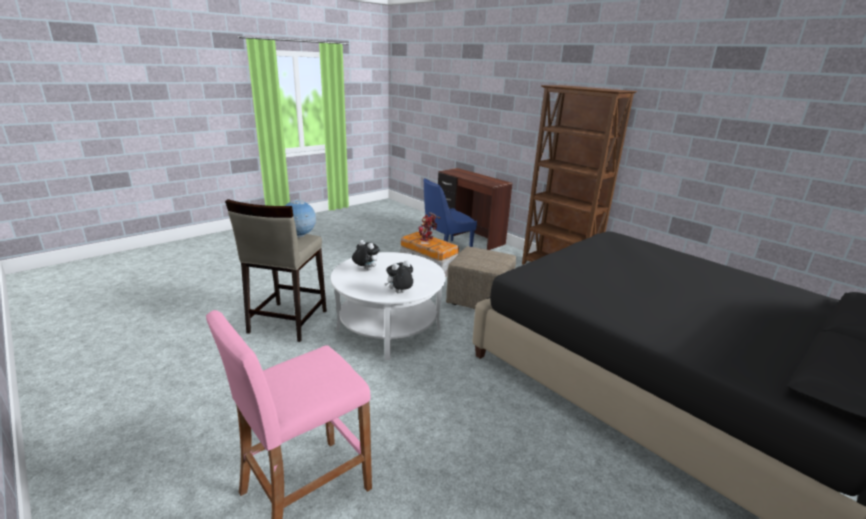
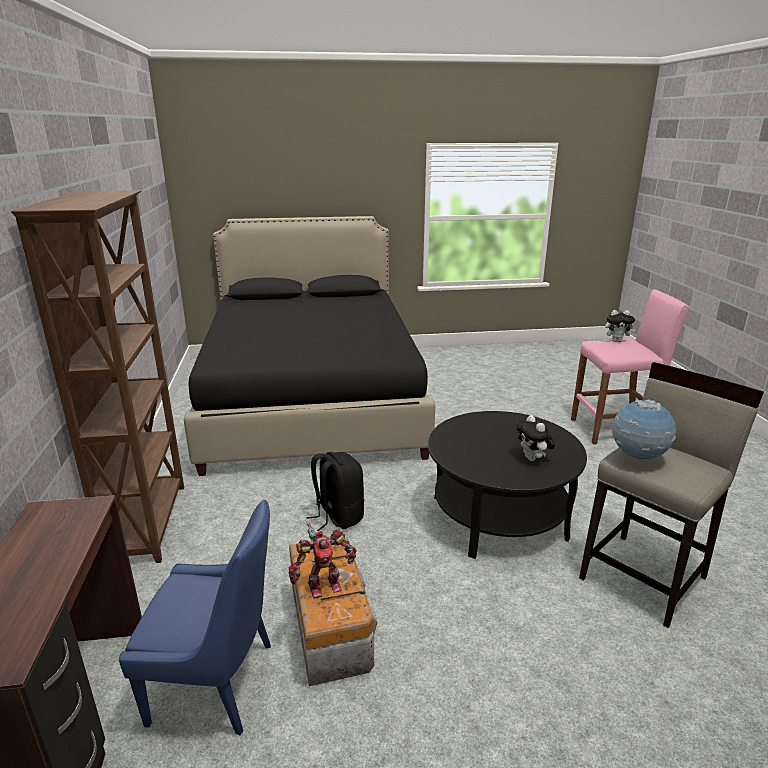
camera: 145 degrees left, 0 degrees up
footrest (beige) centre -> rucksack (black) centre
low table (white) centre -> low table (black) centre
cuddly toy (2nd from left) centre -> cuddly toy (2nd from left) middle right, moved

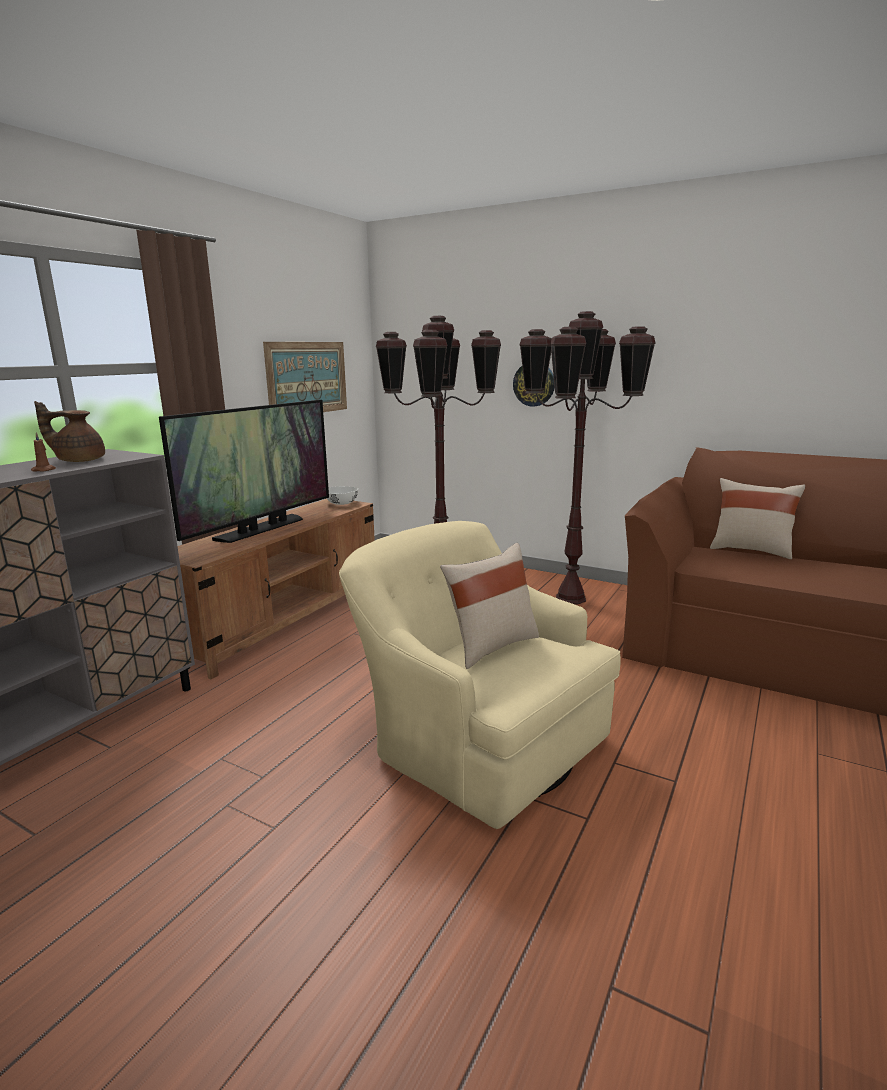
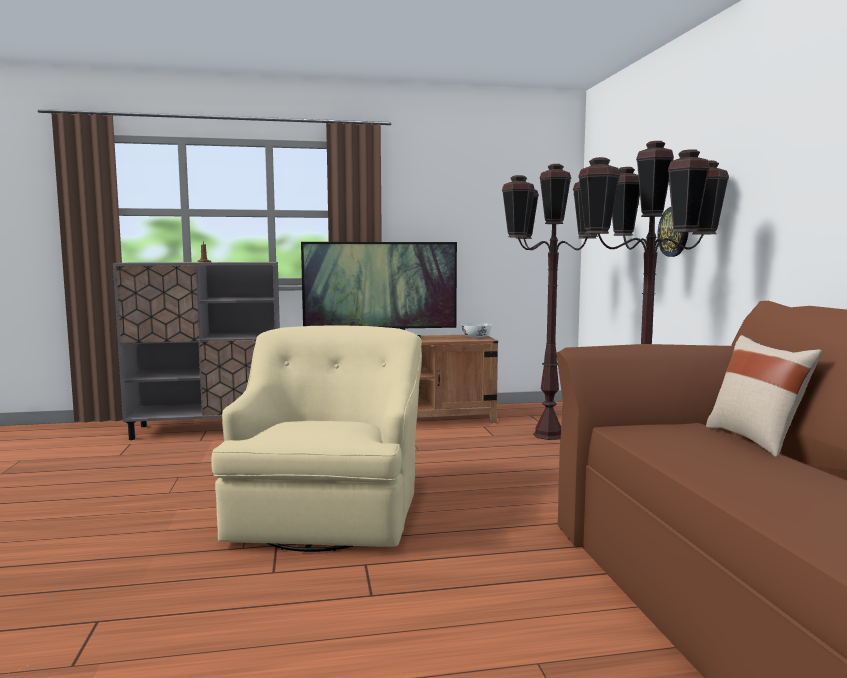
camera: 50 degrees right, 10 degrees down
wall art centre -> none
teapot (brown) middle left -> none
cushion (beige) (1st from left) centre -> none

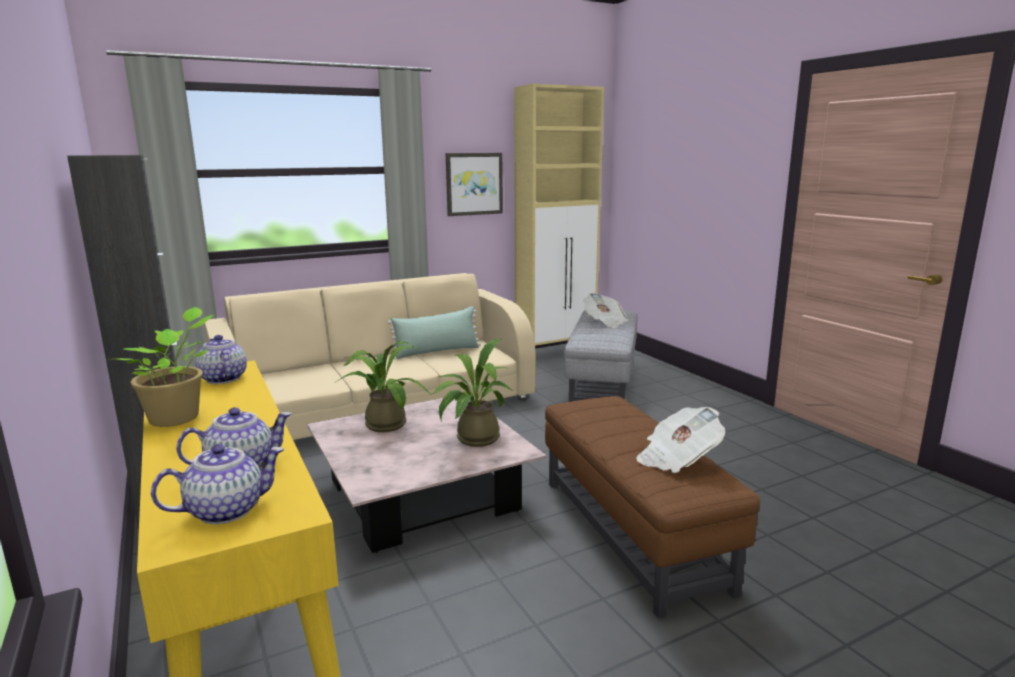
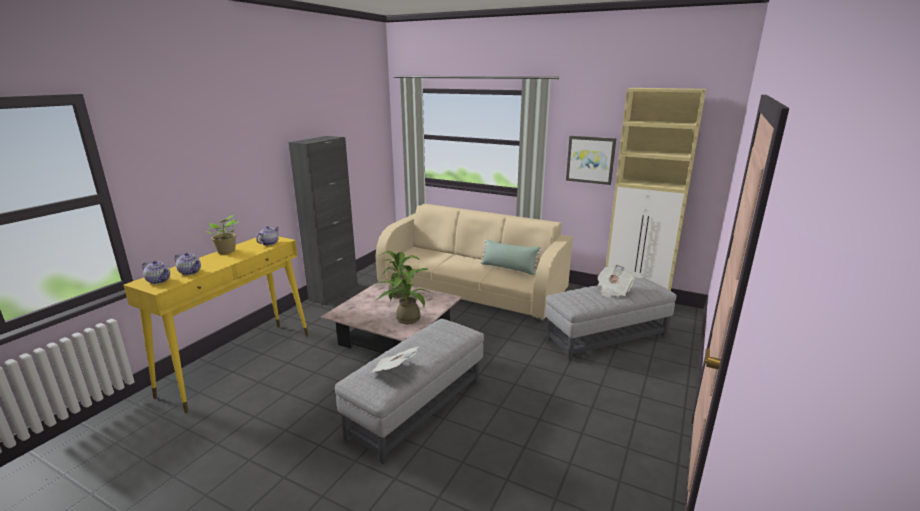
camera: 55 degrees right, 5 degrees up
footrest (brown) bottom centre -> footrest (greyish) (1st from left) bottom centre

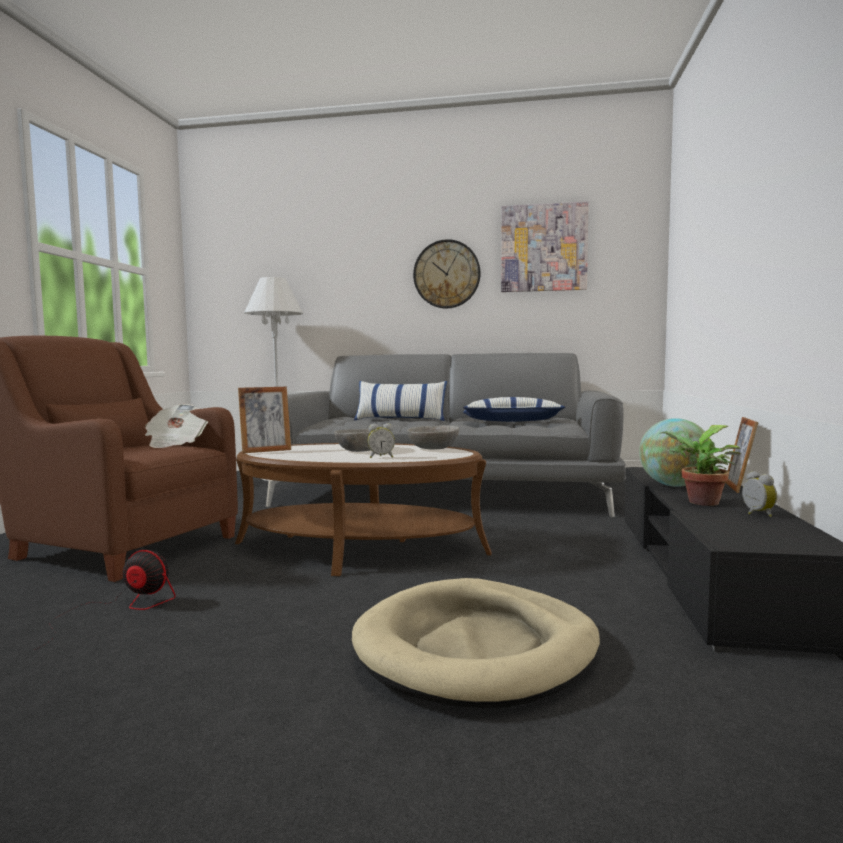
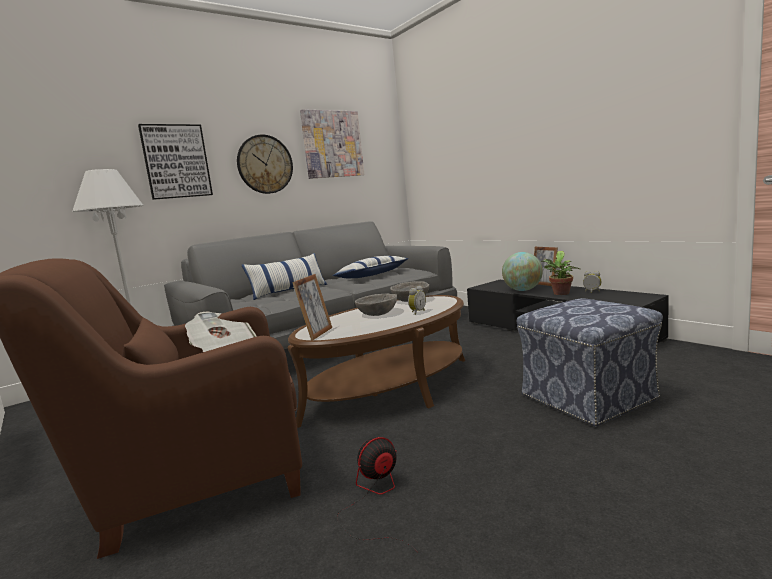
camera: 45 degrees left, 5 degrees up
pet bed (beige) bottom centre -> footrest middle right
none -> wall art (1st from left) top left

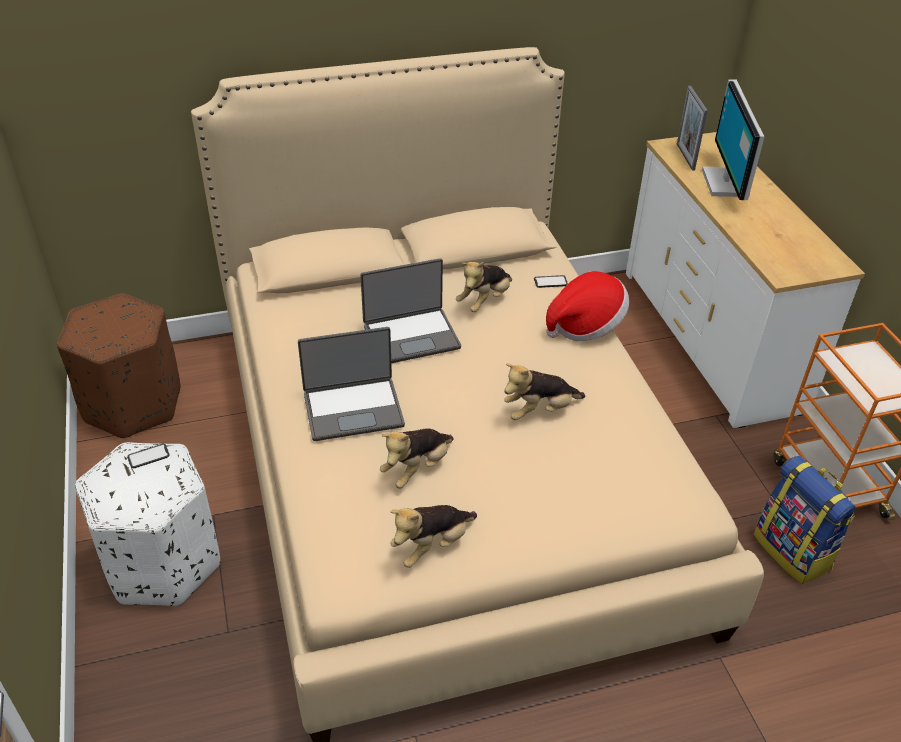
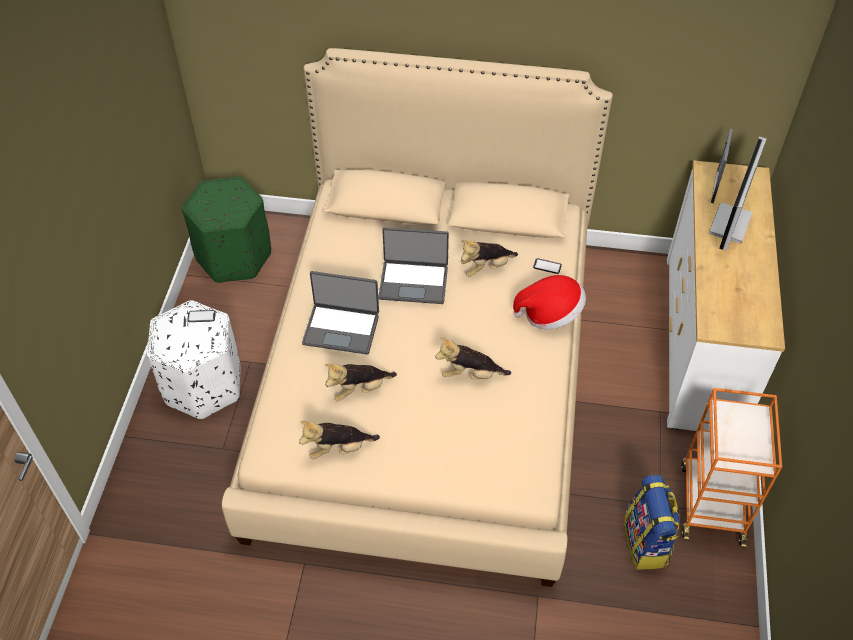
camera: 25 degrees right, 10 degrees up
footrest (brown) middle left -> footrest (green-coloured) middle left

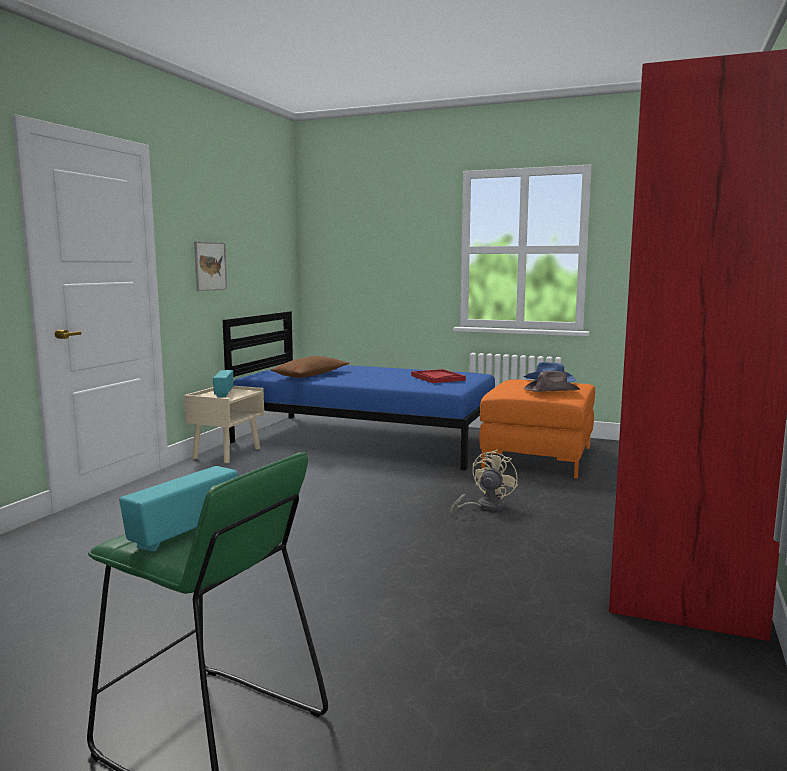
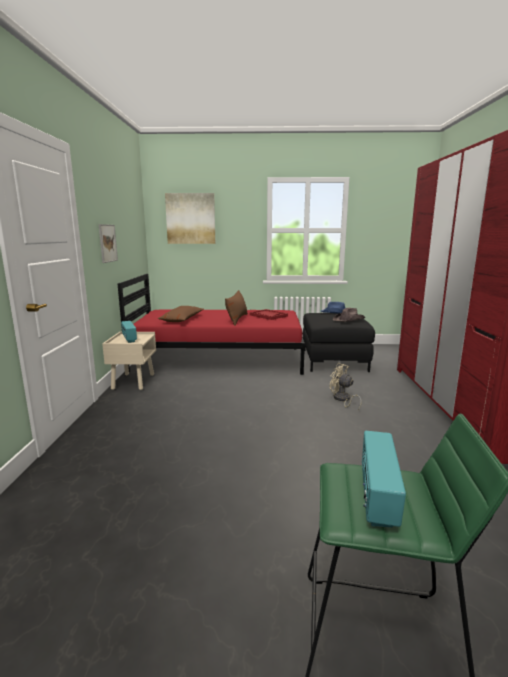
camera: 20 degrees left, 5 degrees up
sleeping bed (blue-coloured) centre -> sleeping bed (reddish) centre
footrest (orangey) middle right -> footrest (black) middle right
electric fan (beige) centre -> electric fan (beige) middle right, 60 degrees counterclockwise
none -> wall art (2nd from left) top centre
none -> cushion (brown) (2nd from left) centre

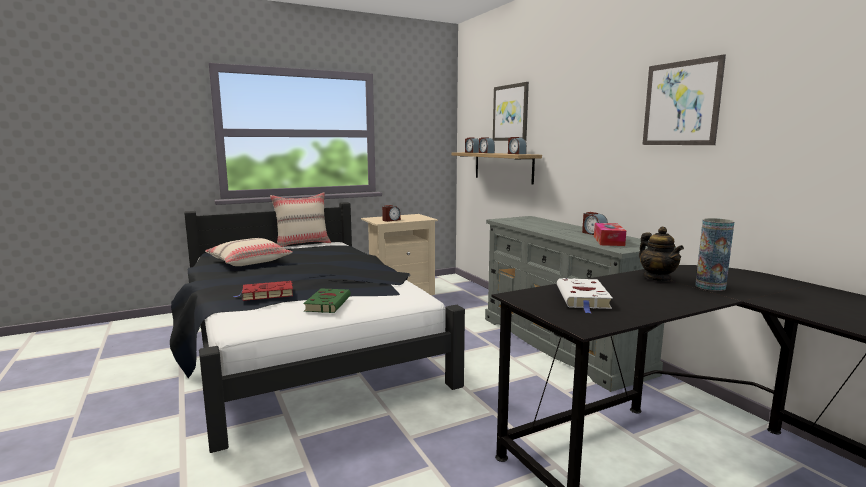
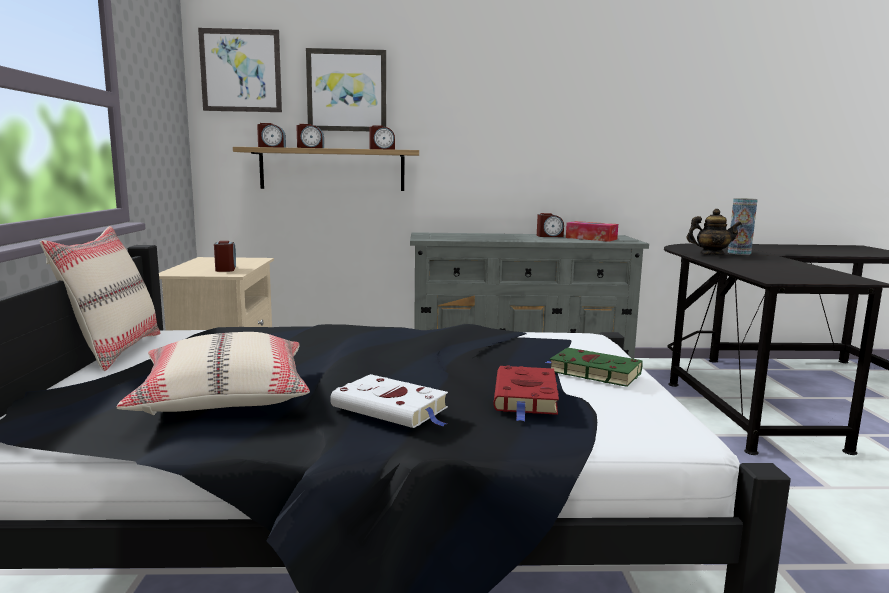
camera: 65 degrees left, 0 degrees up
wall art (2nd from left in the first image) top right -> wall art (1st from left) top left, moved
bound book (white) middle right -> bound book (white) bottom centre, moved

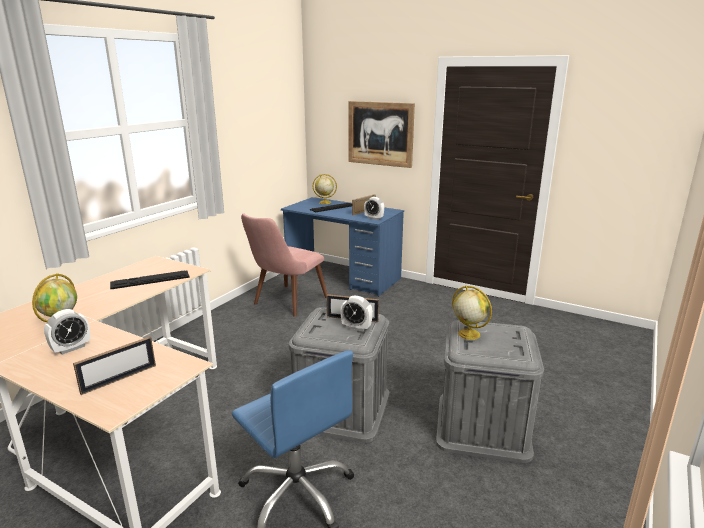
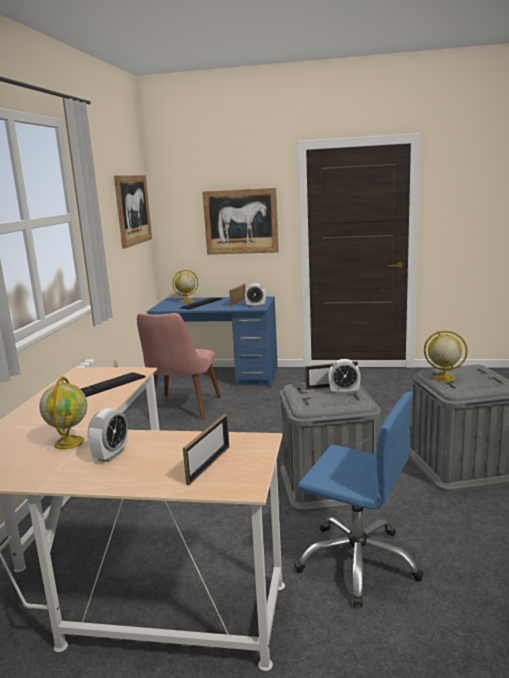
camera: 20 degrees left, 5 degrees down
none -> wall art (1st from left) top left

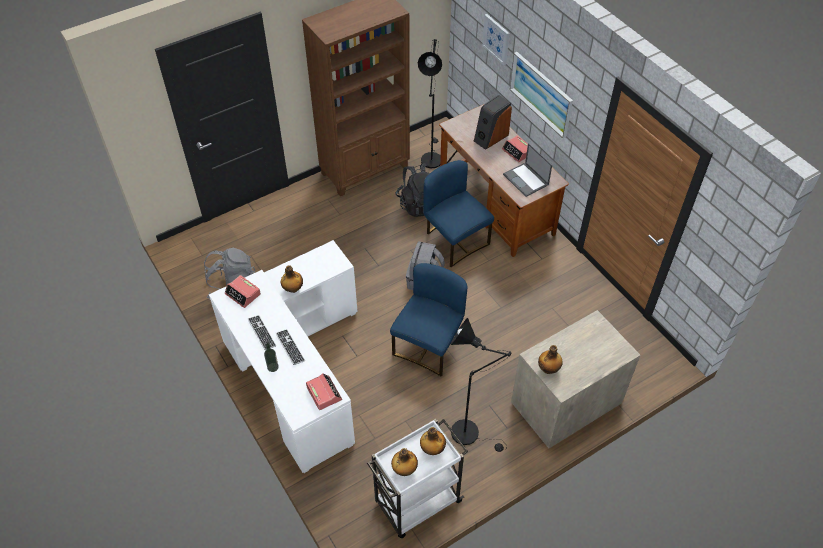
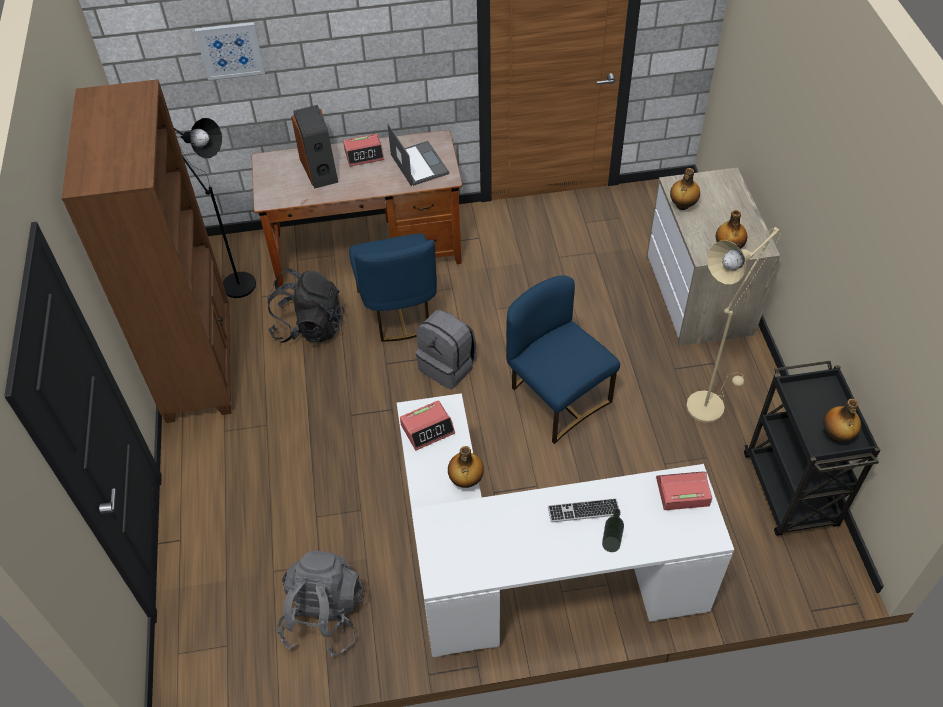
camera: 65 degrees left, 0 degrees up
wall art (2nd from left) top centre -> none
notebook computer top centre, 105 degrees counterclockwise
plain chair (blue-coloured) (2nd from left in the first image) centre -> plain chair (blue-coloured) (1st from left) centre, 90 degrees counterclockwise
bedside clock (1st from left in the first image) middle left -> bedside clock (2nd from left) centre, moved
keyboard (1st from left) middle left -> none
standard lamp (black) (2nd from left) bottom centre -> standard lamp (beige) middle right
trolley (white) bottom centre -> trolley (black) middle right
beverage bottle (4th from left in the first image) bottom centre -> beverage bottle (3rd from left) top right, moved

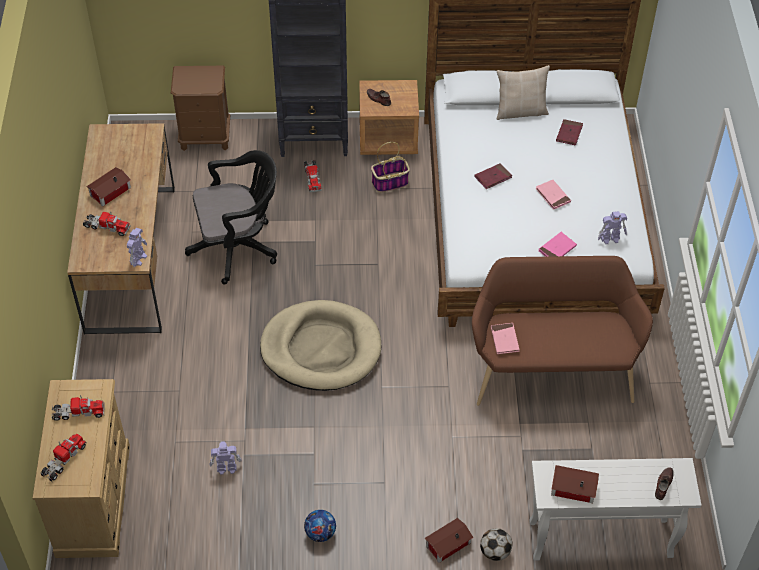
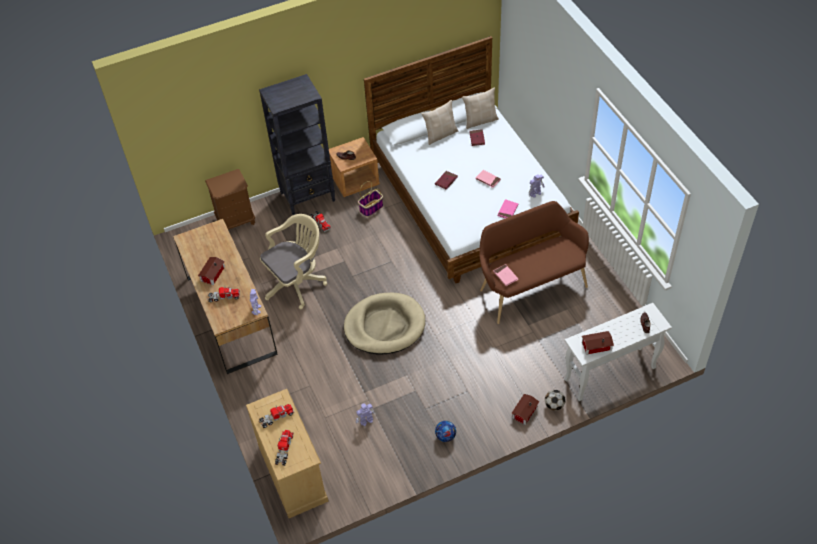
camera: 20 degrees left, 0 degrees up
desk chair (black) middle left -> desk chair (beige) centre
none -> cushion (beige) (2nd from left) top centre

